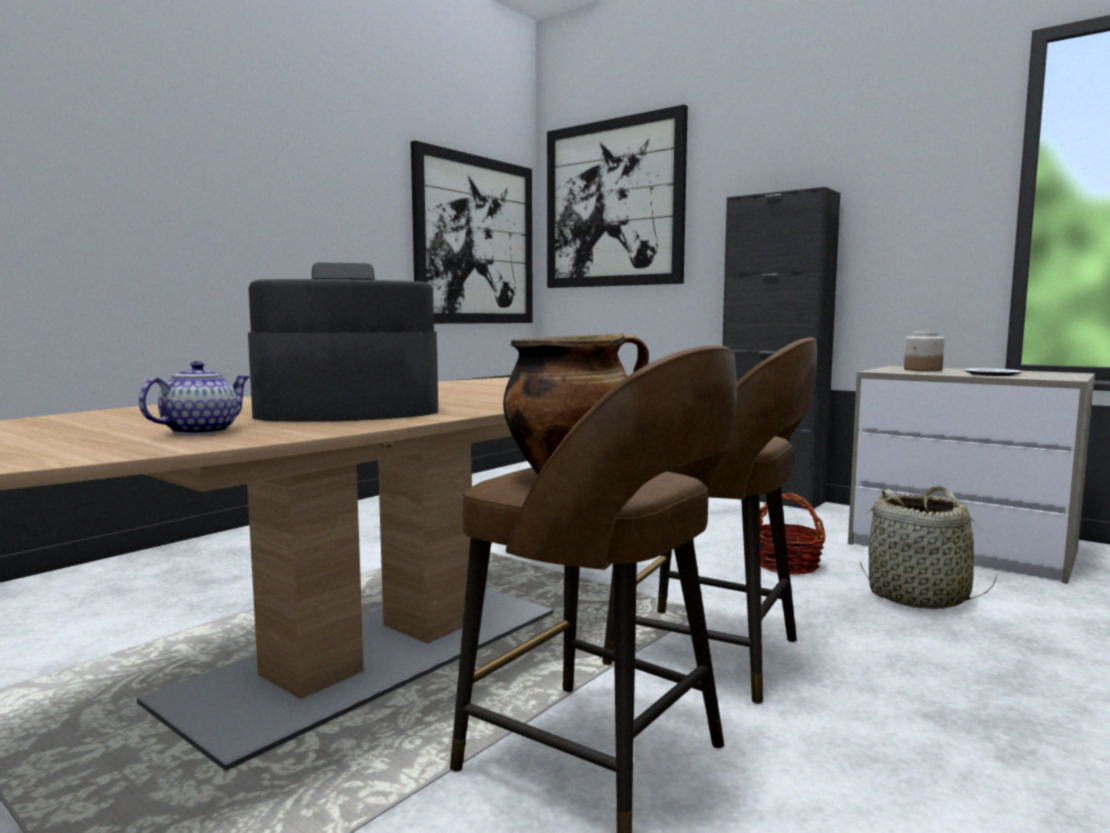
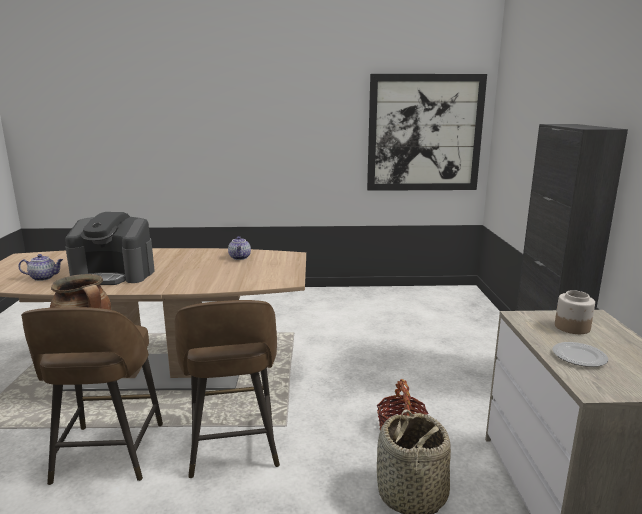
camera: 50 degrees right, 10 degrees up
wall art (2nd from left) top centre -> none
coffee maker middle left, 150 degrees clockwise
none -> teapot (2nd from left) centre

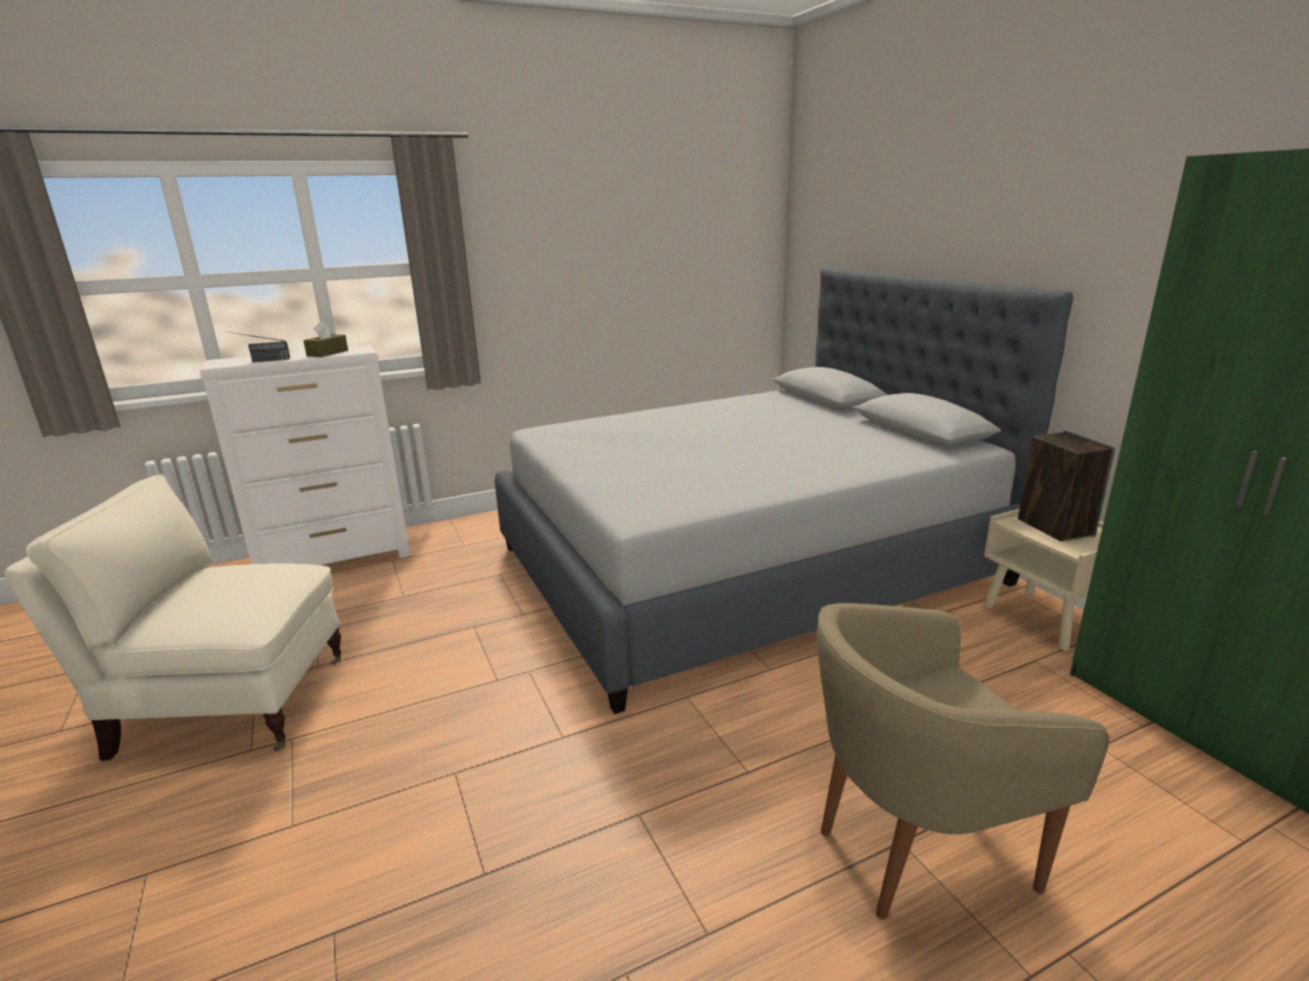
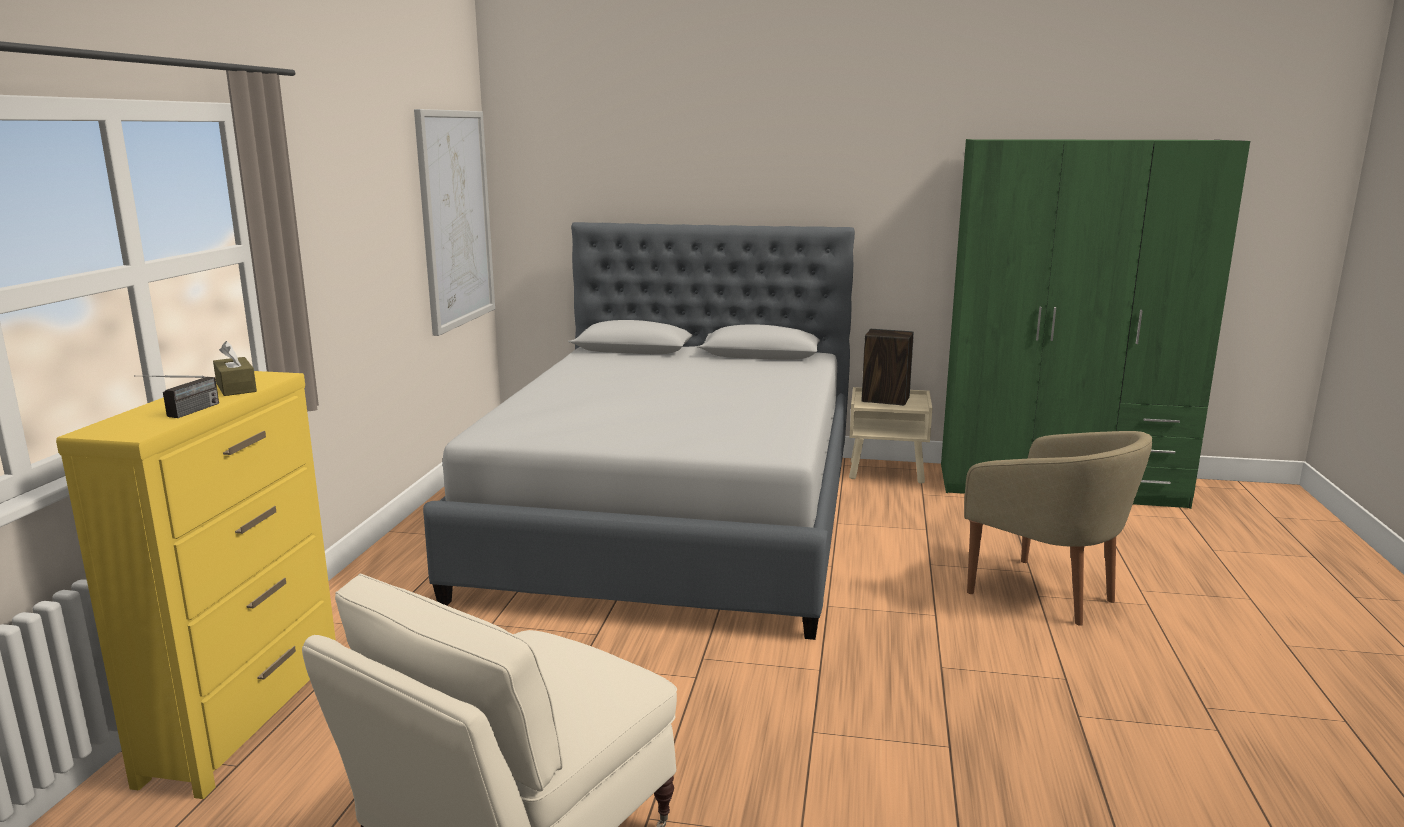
camera: 55 degrees left, 5 degrees down
dresser (white) middle left -> dresser (yellow-coloured) bottom left
armchair (beige) (2nd from left) bottom right -> armchair (beige) (2nd from left) middle right, 60 degrees counterclockwise
none -> wall art top left

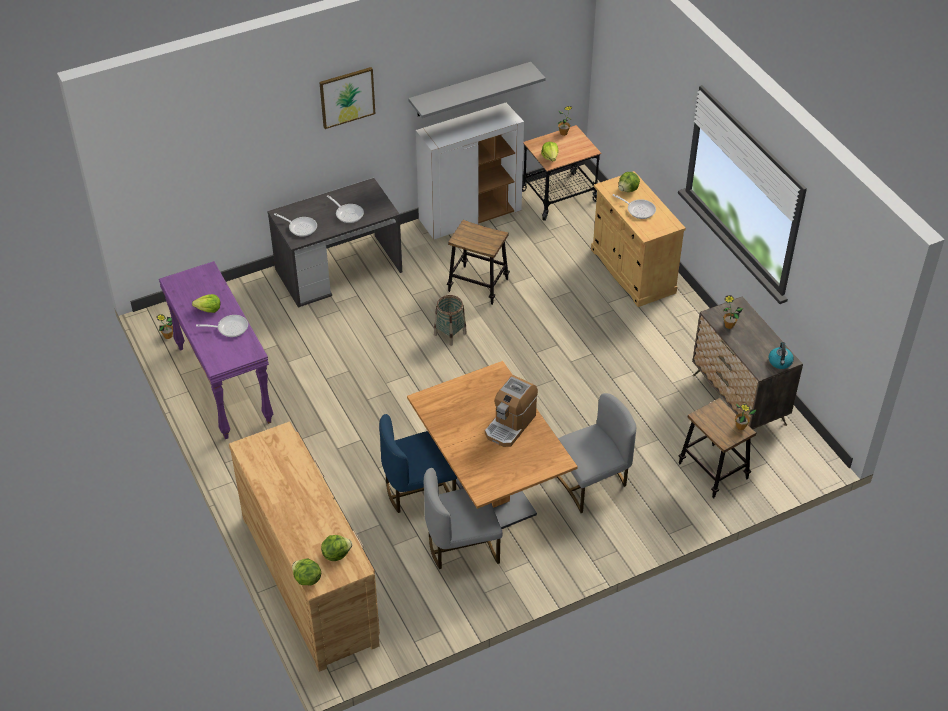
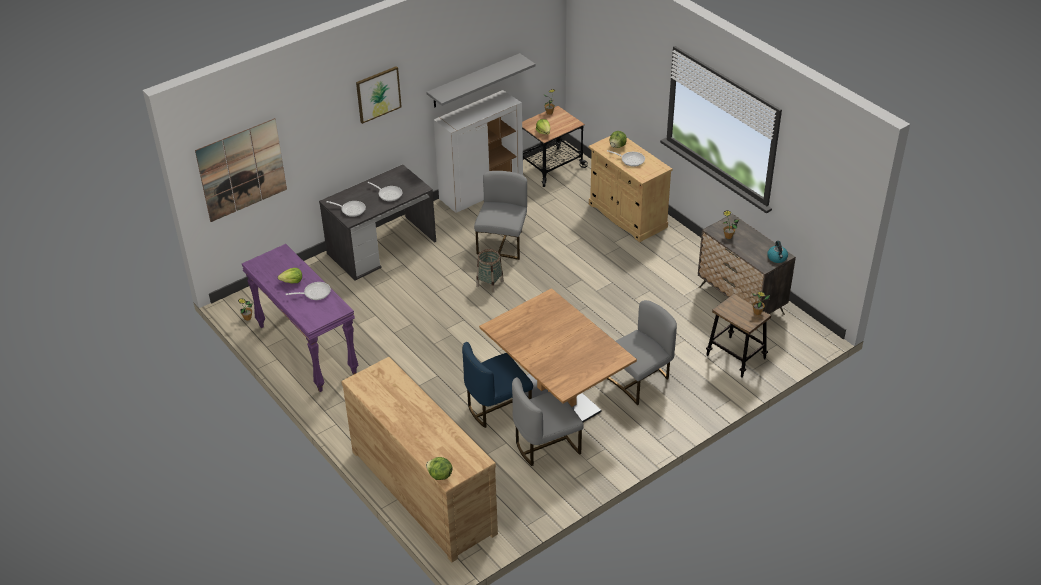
camera: 10 degrees left, 5 degrees down
stool seat (1st from left) centre -> plain chair (greyish) (1st from left) centre
coffee maker centre -> none
head of lettuce (3rd from left) bottom centre -> none
none -> wall art (1st from left) top left

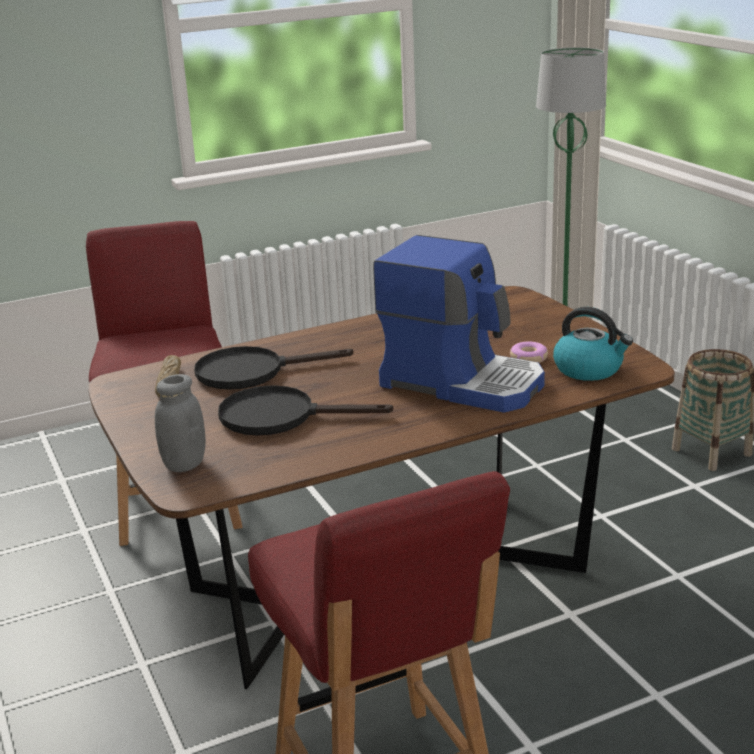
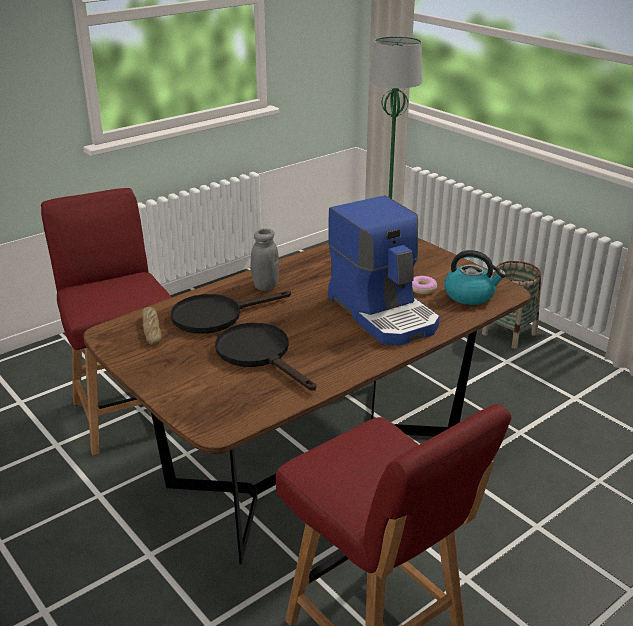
camera: 15 degrees left, 5 degrees up
coffee maker centre, 45 degrees clockwise
jar (greyish) middle left -> jar (greyish) centre, moved
pan (black) (2nd from left) centre, 60 degrees clockwise

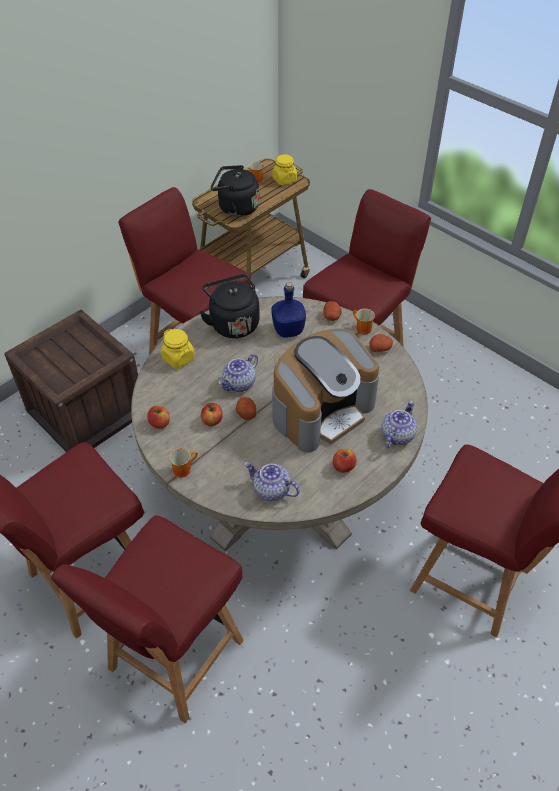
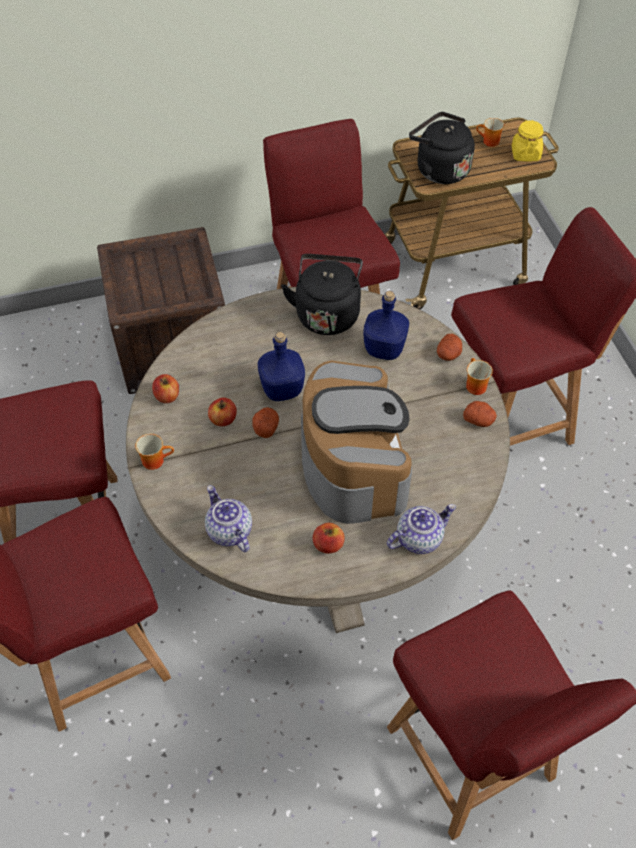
camera: 30 degrees right, 5 degrees up
jar (yellow-coloured) (1st from left) middle left -> none
coffee maker centre, 90 degrees counterclockwise
teapot (1st from left) centre -> beverage bottle (blue-coloured) (1st from left) centre

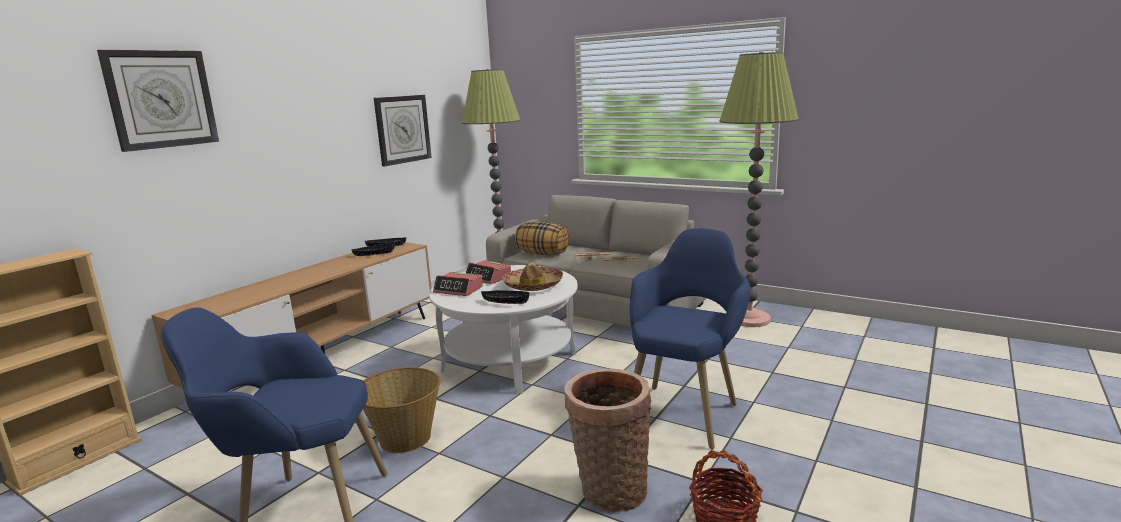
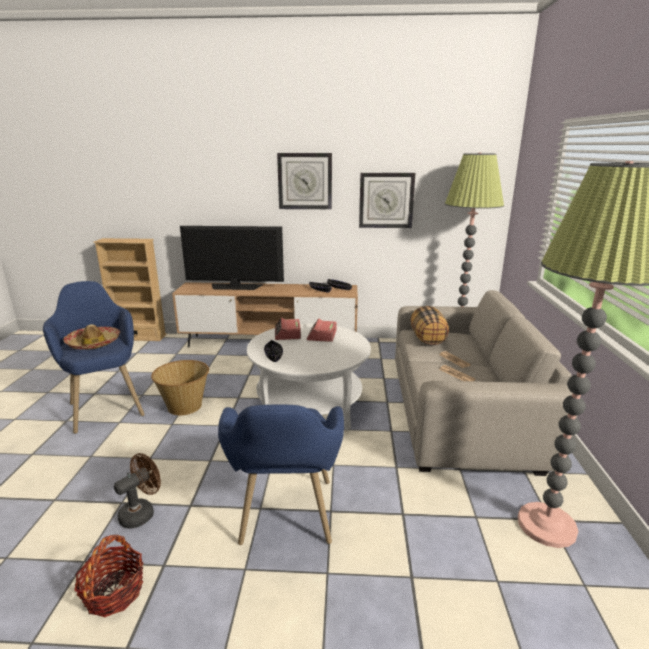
camera: 60 degrees right, 5 degrees up
hanging clock (1st from left) top left -> hanging clock (1st from left) top centre, moved
armchair (blue-coloured) (2nd from left) centre -> armchair (blue-coloured) (2nd from left) bottom centre, 90 degrees clockwise
wearable hat centre -> wearable hat middle left, moved
household basket (2nd from left) bottom centre -> electric fan (brown) bottom left
none -> television centre

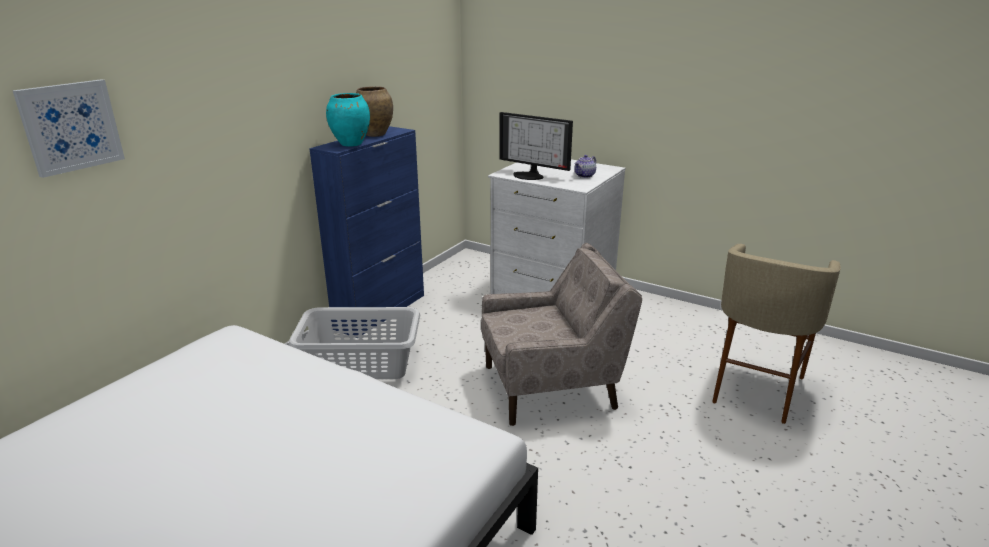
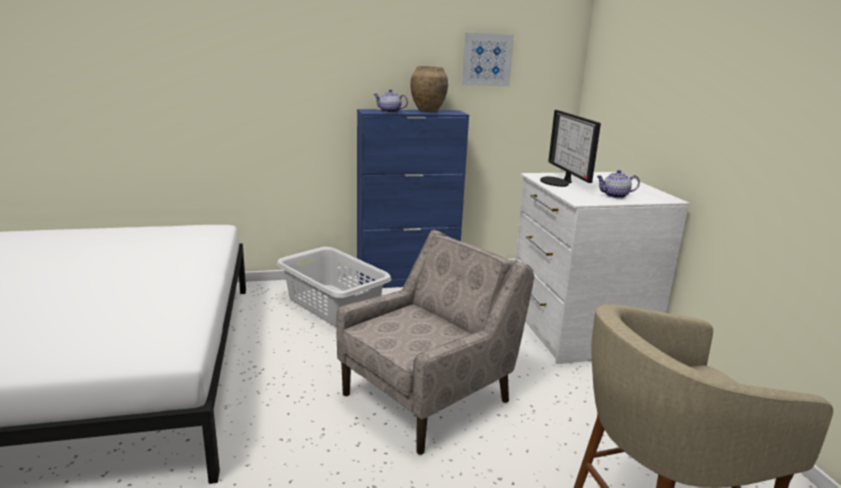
camera: 45 degrees right, 5 degrees down
wall art top left -> wall art top centre, moved
decorative vase (turquoise) top centre -> teapot (1st from left) top centre
armchair (beige) centre -> armchair (beige) bottom centre, 75 degrees counterclockwise

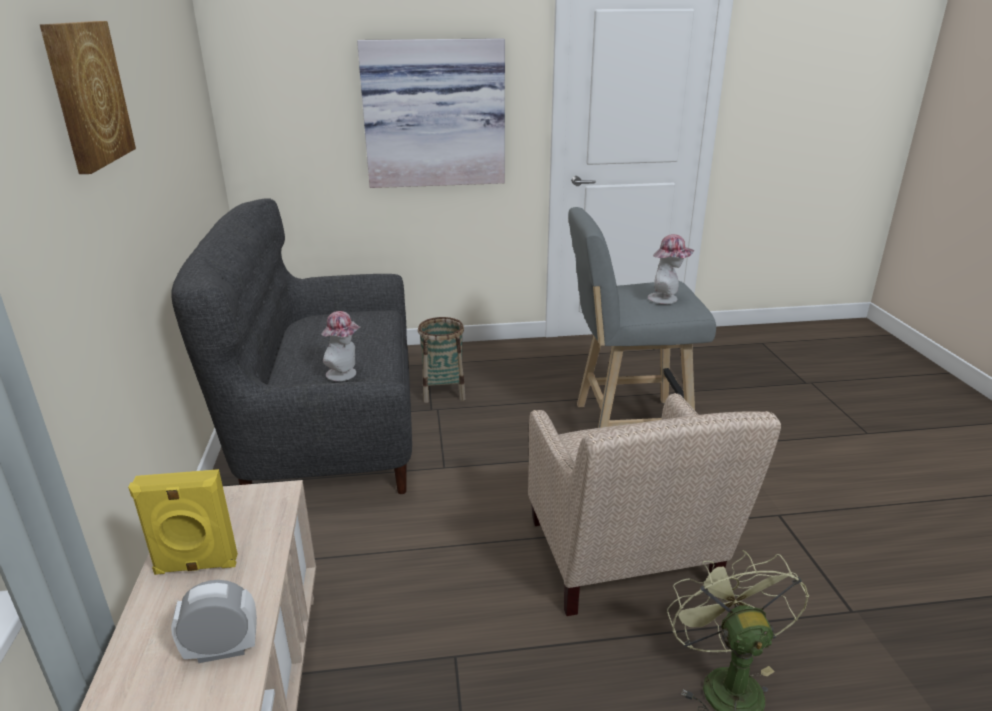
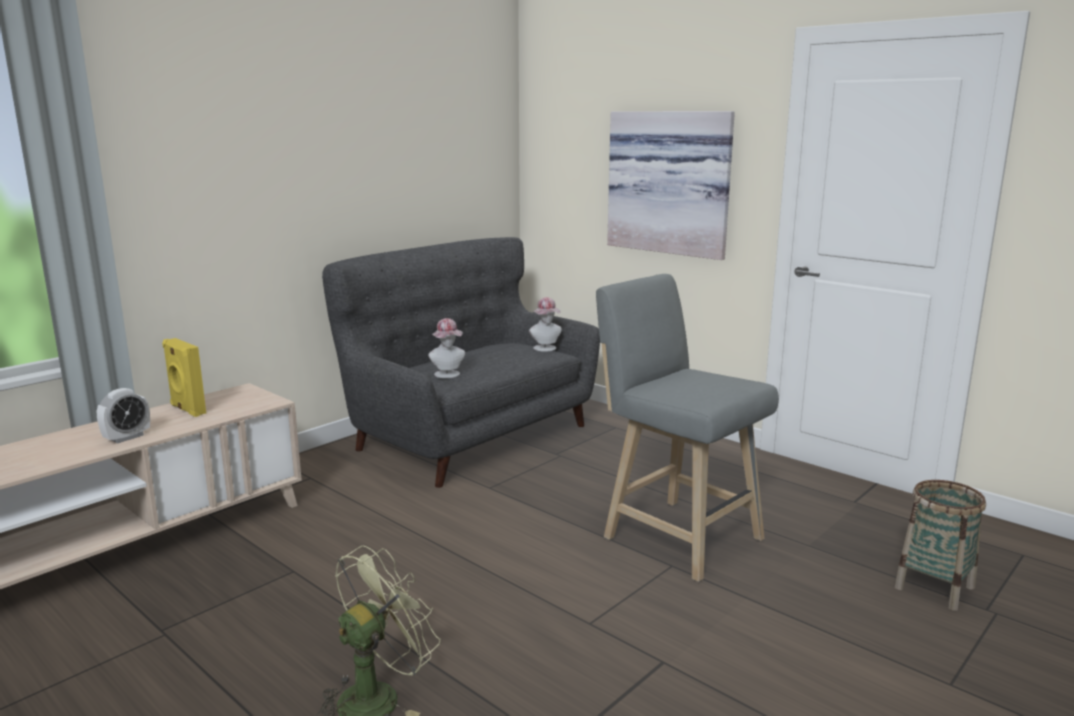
camera: 50 degrees right, 10 degrees down
wall art (1st from left) top left -> none
wearable hat (2nd from left) middle right -> wearable hat (2nd from left) centre, moved
household basket centre -> household basket bottom right, moved
armchair (beige) bottom centre -> none
bedside clock bottom left -> bedside clock middle left, 90 degrees clockwise

